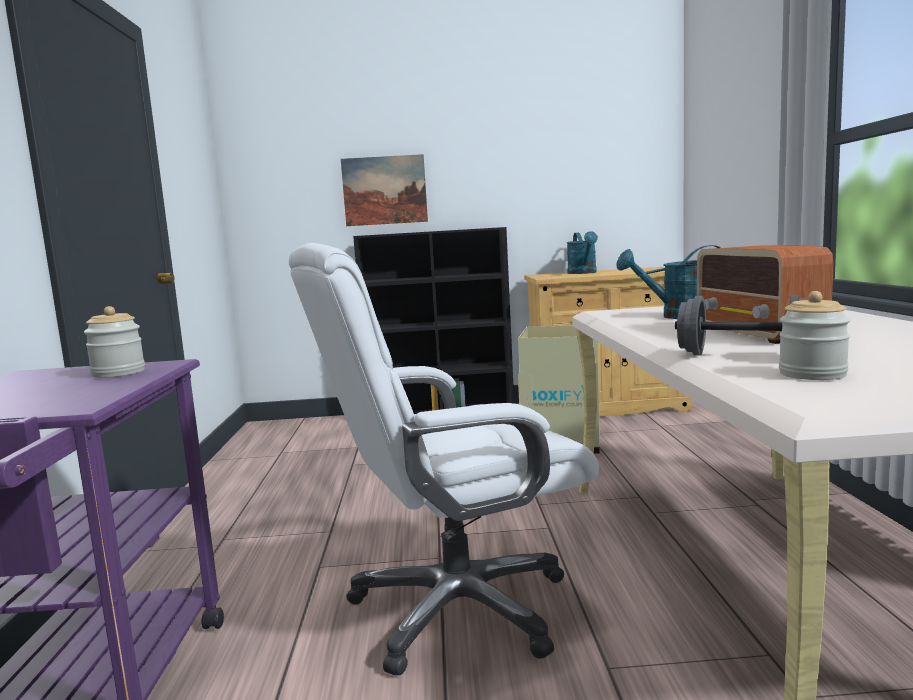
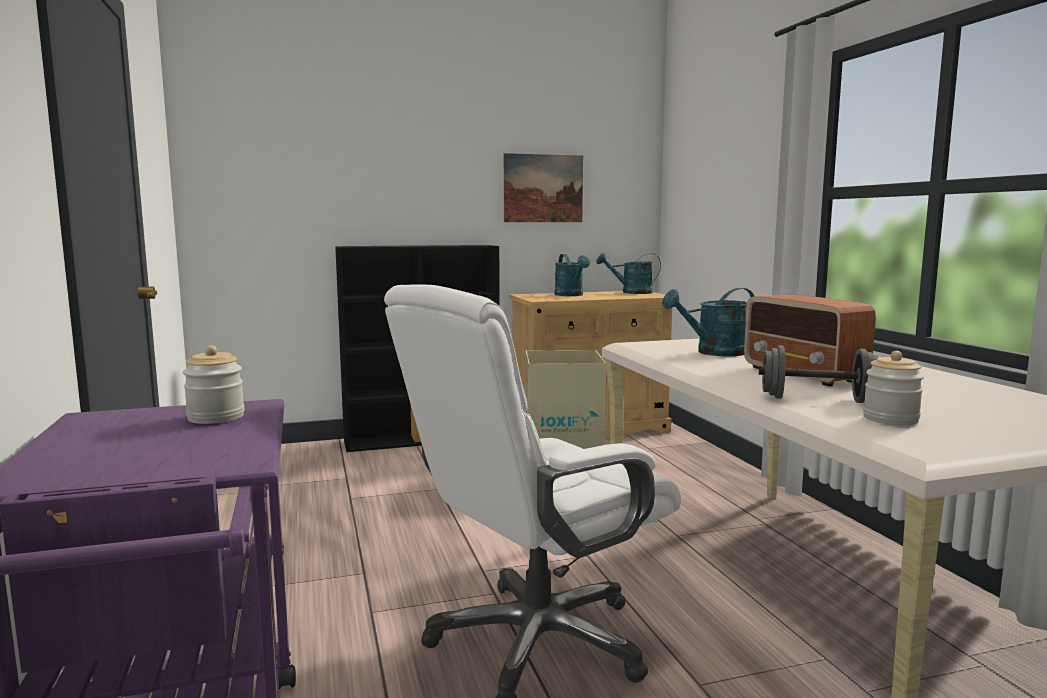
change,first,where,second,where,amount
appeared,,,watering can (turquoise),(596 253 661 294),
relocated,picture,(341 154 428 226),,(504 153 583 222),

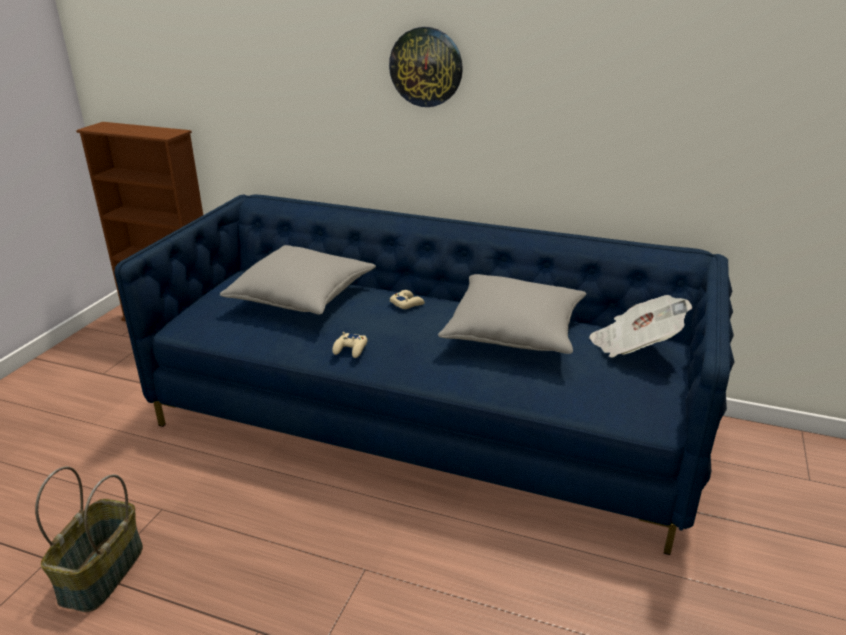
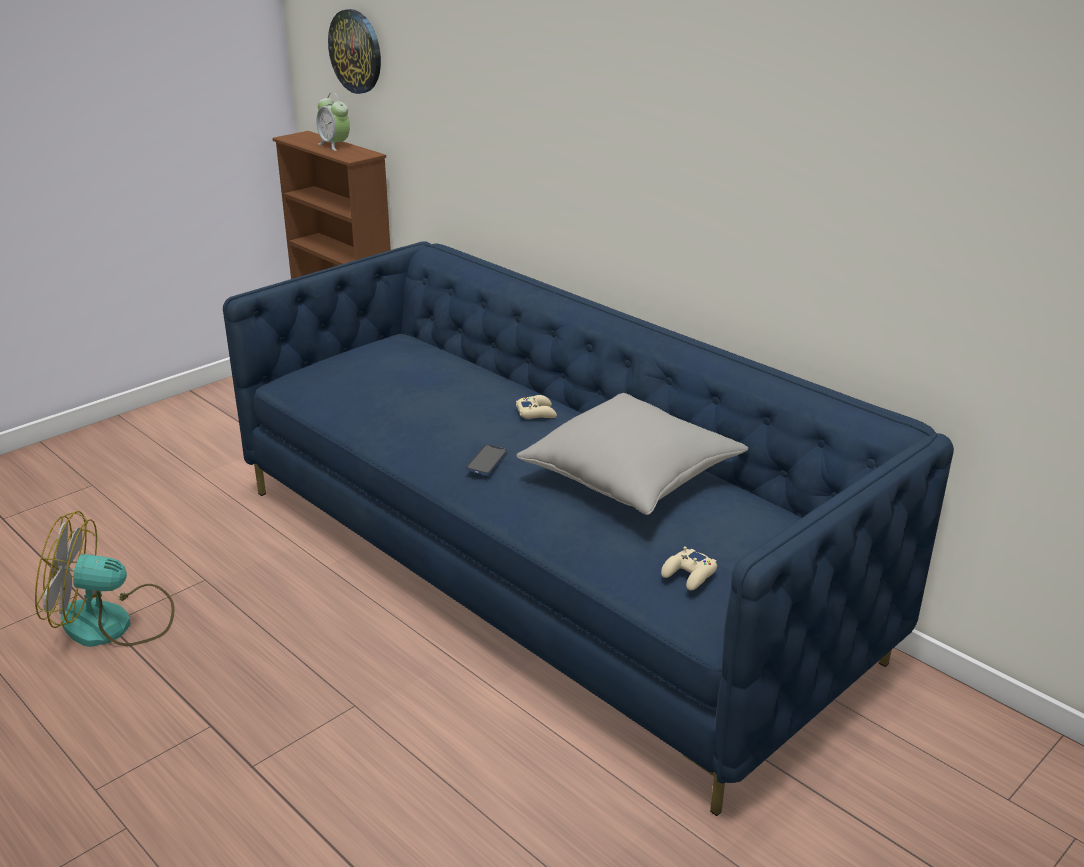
change,first,where,second,where,amount
missing,pillow (grey),(220 245 376 315),,,
missing,newspaper,(589 295 692 358),,,
appeared,,,alarm clock,(316 93 350 151),
appeared,,,phone,(466 444 507 475),
relocated,game controller (beige),(332 332 368 358),,(661 546 717 591),
relocated,wall clock,(389 27 463 107),,(328 9 381 94),
exchanged,basket,(35 466 143 612),fan,(35 511 174 647),

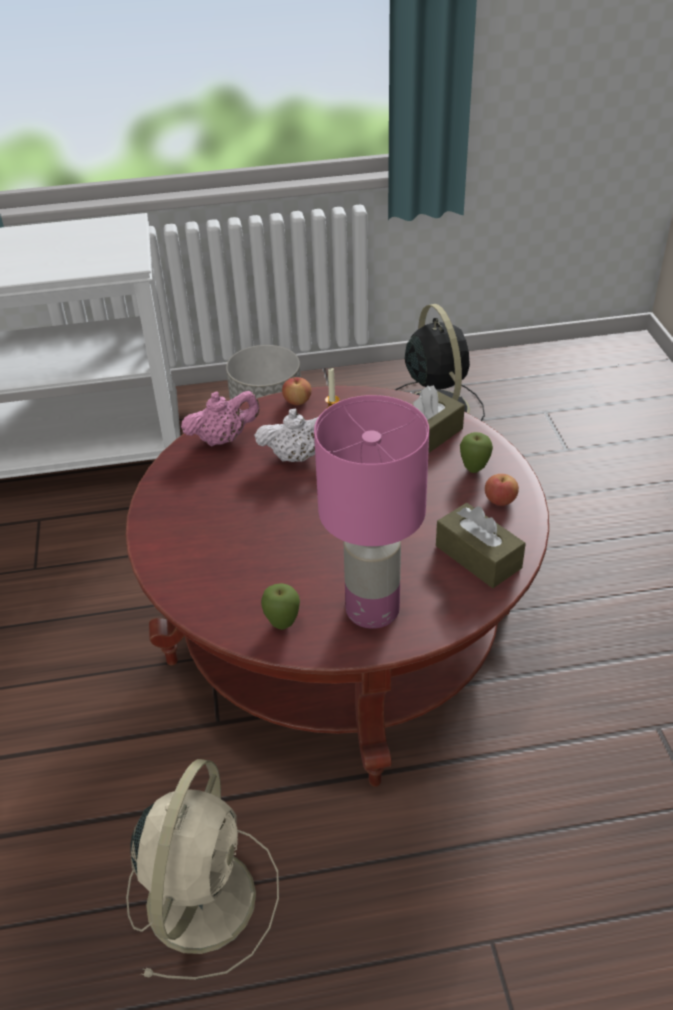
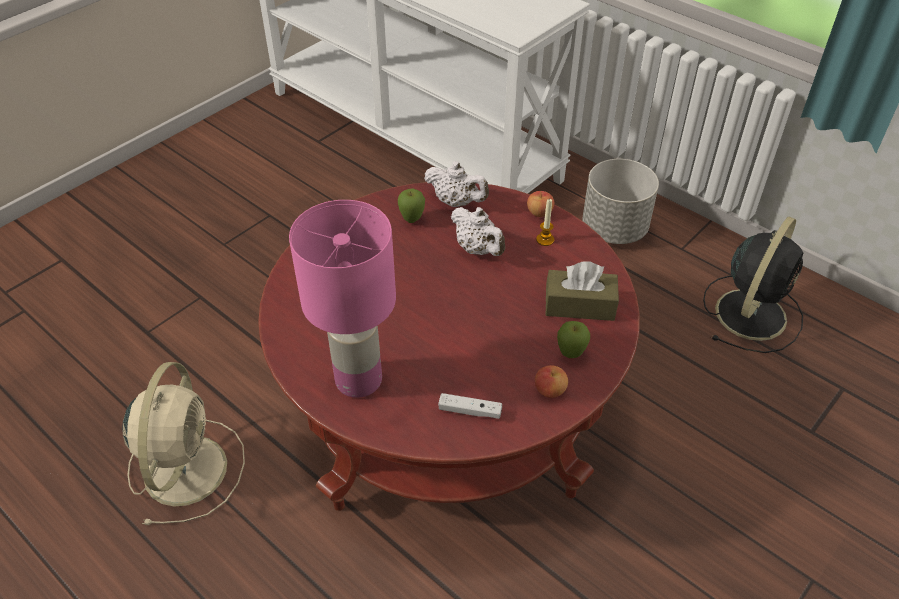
change,first,where,second,where,amount
relocated,apple,(261 583 300 630),,(398 189 425 223),
exchanged,tissue box (brown),(436 503 526 588),game controller (white),(438 393 502 419),
colour,teapot (pink),(181 391 260 447),teapot (white),(424 161 489 207),
spun,fan (beige),(126 759 279 980),,(122 362 245 525),60 degrees counterclockwise

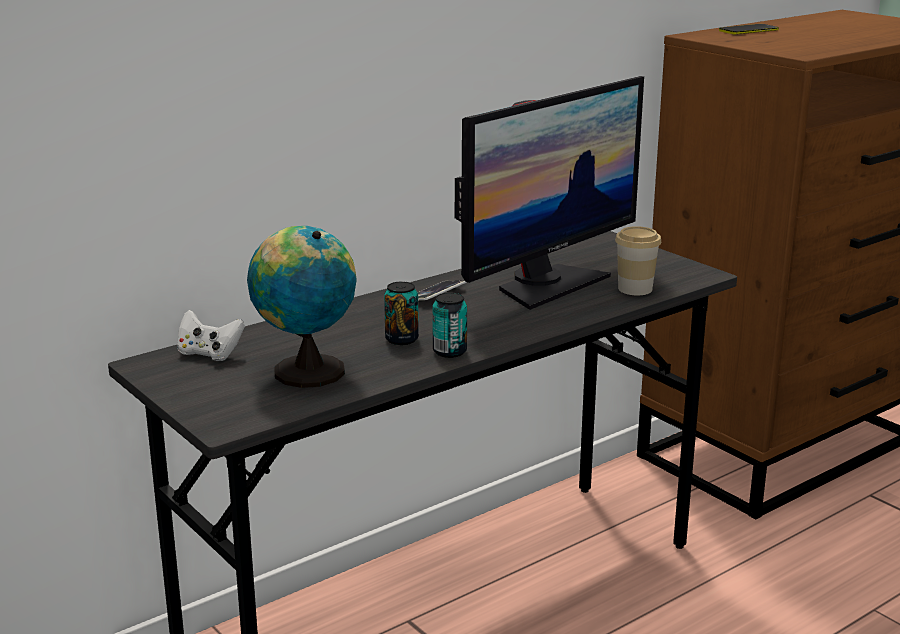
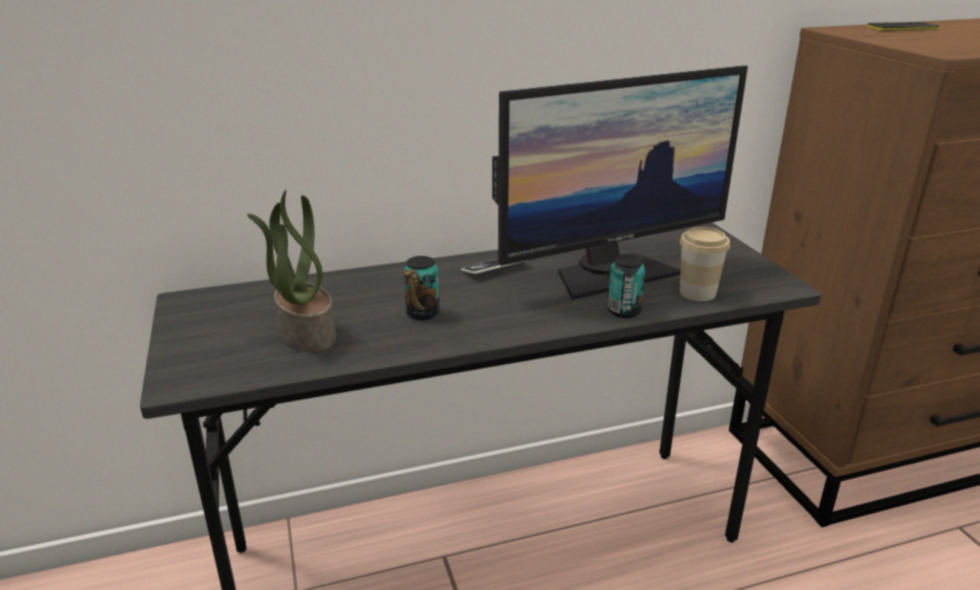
change,first,where,second,where,amount
missing,game controller (white),(177 310 245 361),,,
relocated,can,(432 293 467 358),,(608 254 646 318),
exchanged,globe,(247 226 357 388),potted plant,(247 190 336 352),

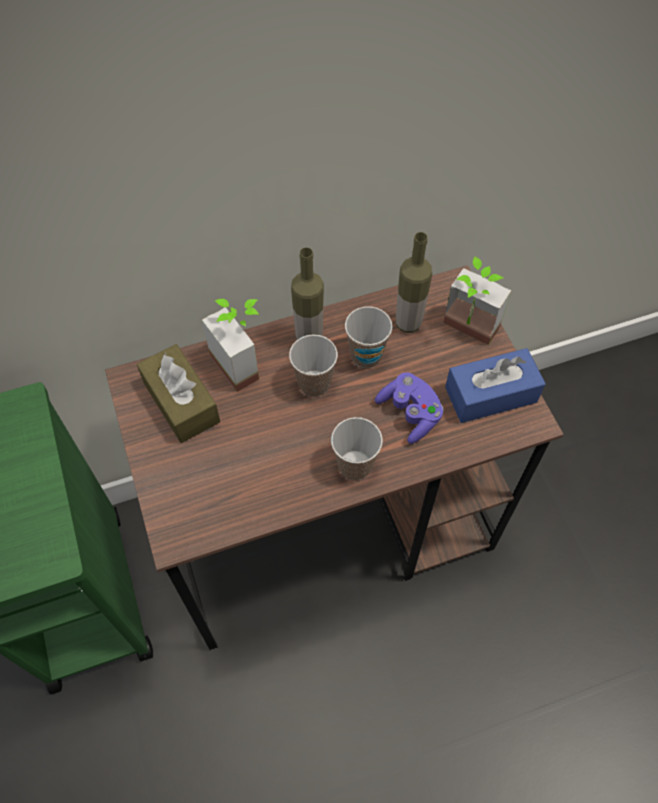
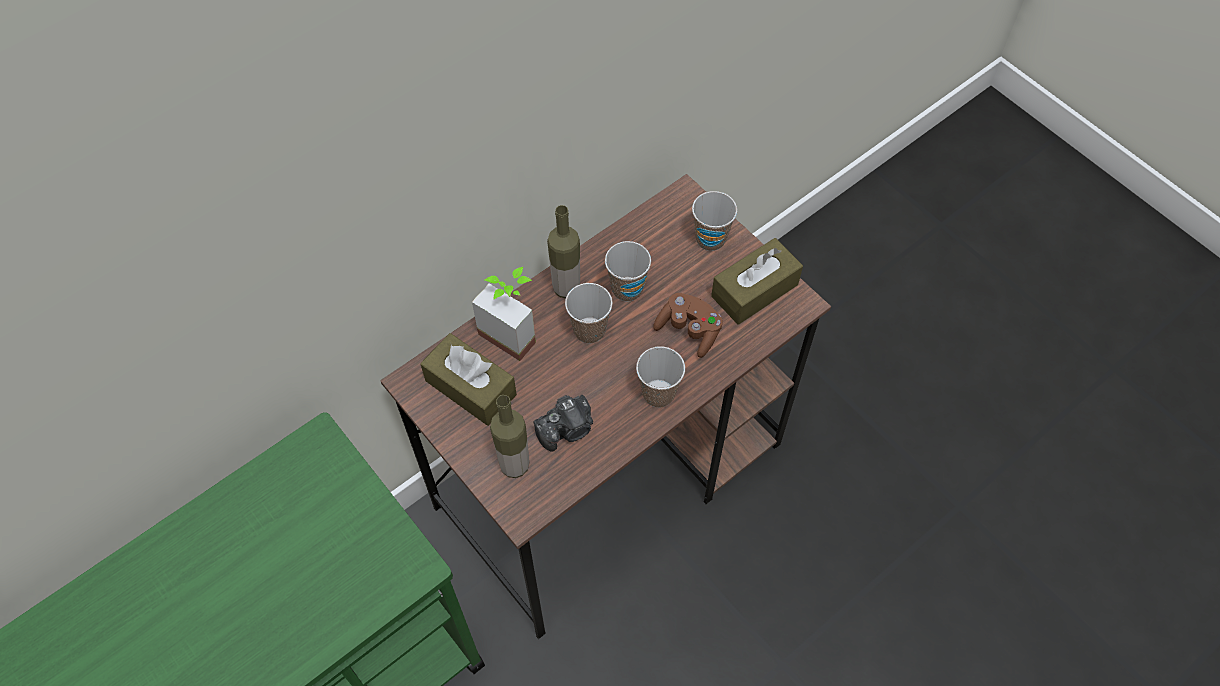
change,first,where,second,where,amount
appeared,,,photo camera,(533 395 593 452),
relocated,bottle,(396 232 432 333),,(490 395 530 478),
exchanged,potted plant,(443 256 511 345),cup,(692 191 737 251),
colour,game controller (purple),(375 372 444 444),game controller (brown),(653 293 723 358),
colour,tissue box (blue),(445 348 546 423),tissue box (brown),(711 238 803 325),

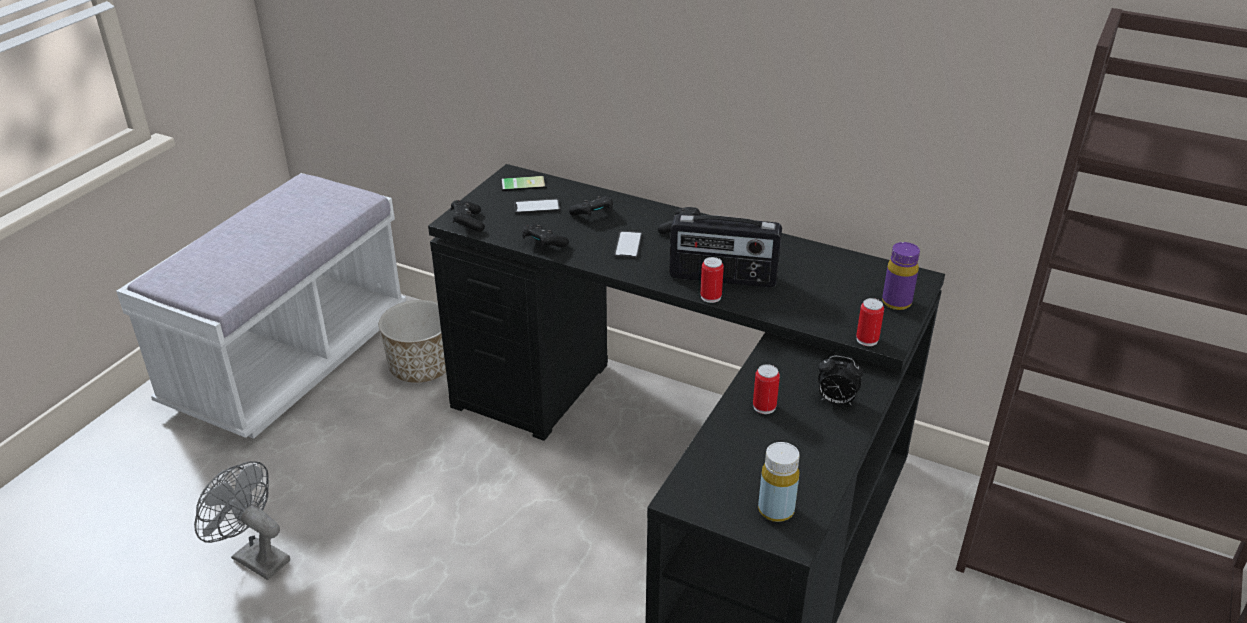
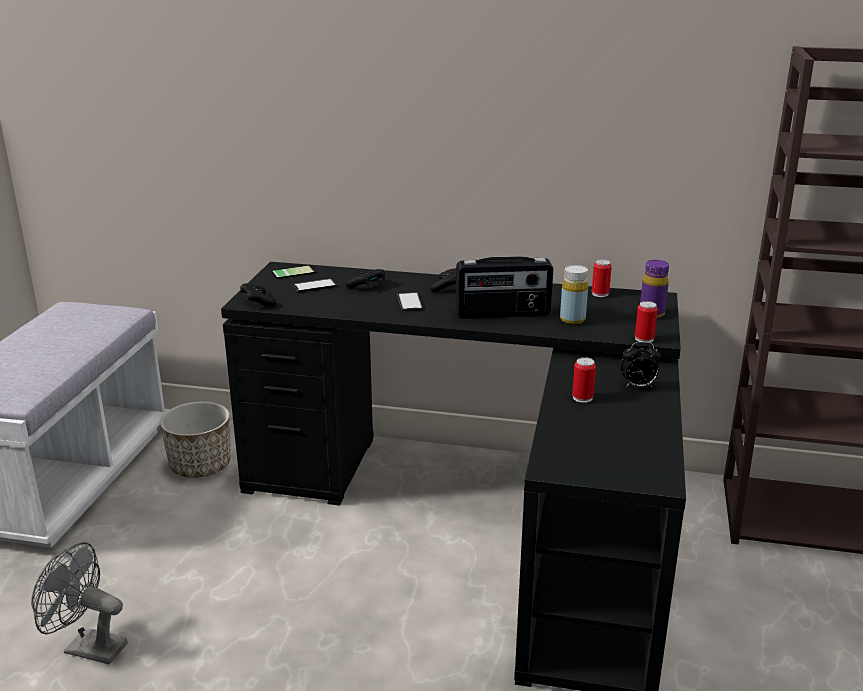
change,first,where,second,where,amount
missing,game controller (black),(522 224 569 247),,,
relocated,can,(700 257 724 303),,(592 260 612 297),
relocated,bottle (yellow),(758 442 800 522),,(560 265 588 325),

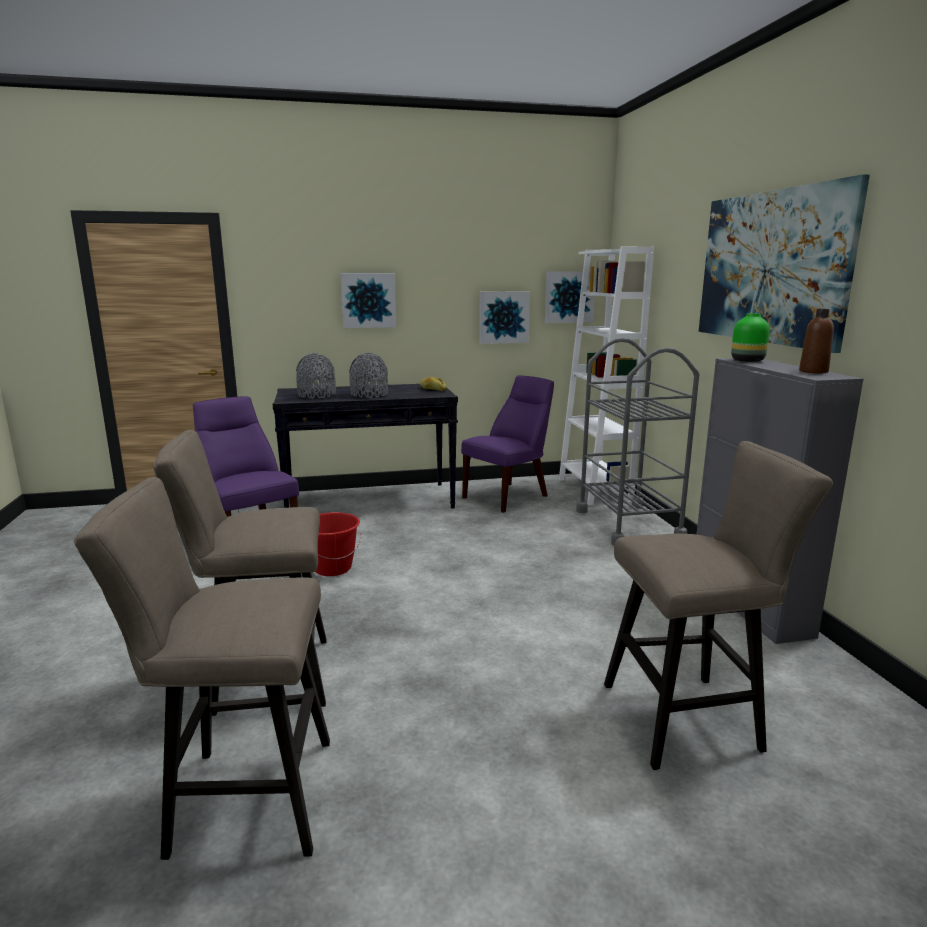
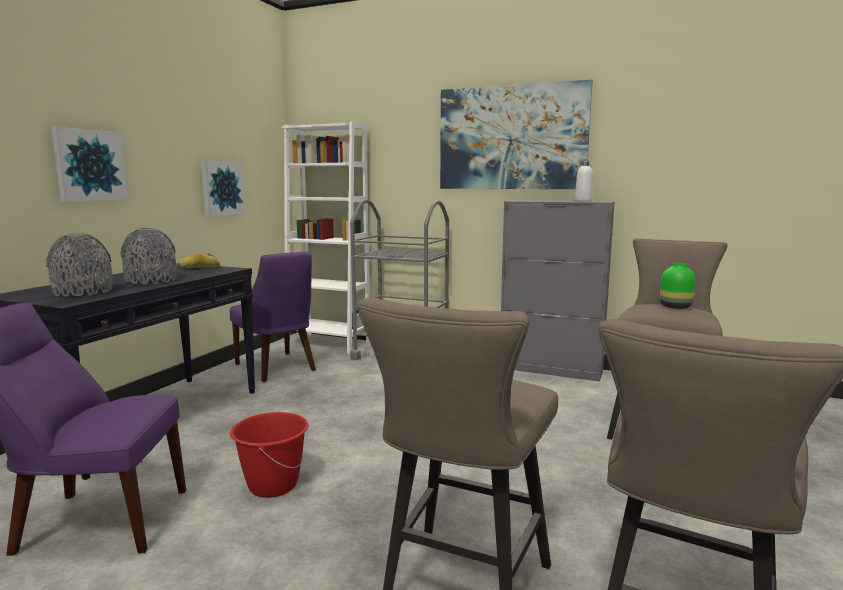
change,first,where,second,where,amount
missing,picture,(545 271 594 323),,,
relocated,vase (green),(731 313 770 362),,(660 263 696 309),
colour,bottle (brown),(799 309 834 374),bottle (white),(575 161 593 202),
spun,chair (purple),(461 376 554 512),,(230 252 316 382),150 degrees clockwise

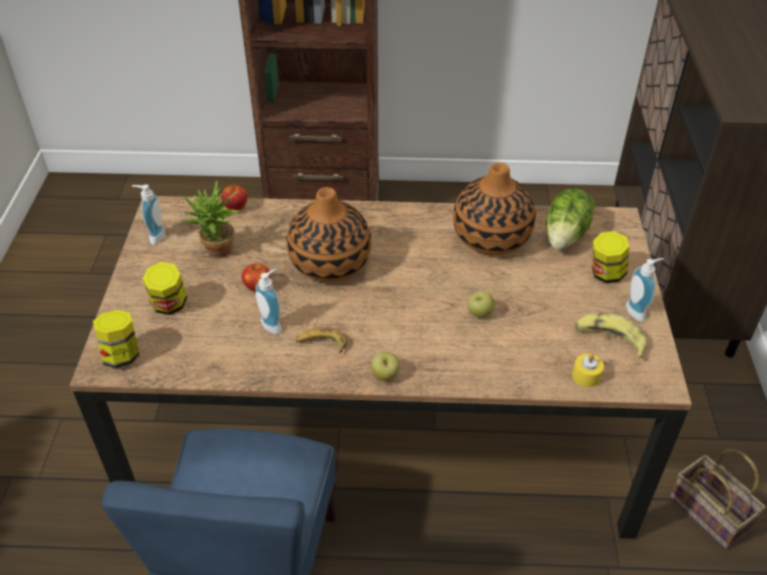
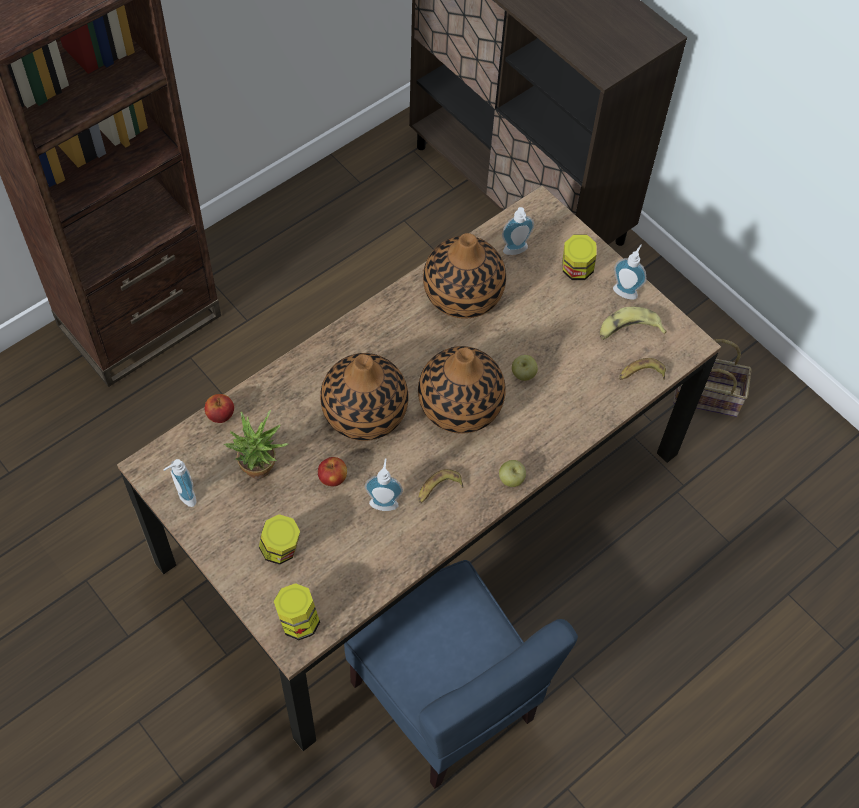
change,first,where,second,where,amount
appeared,,,vase,(418 346 506 434),
exchanged,lettuce,(546 188 595 249),soap dispenser,(502 207 534 255),
exchanged,candle (yellow),(572 354 604 387),banana,(619 358 666 380),

